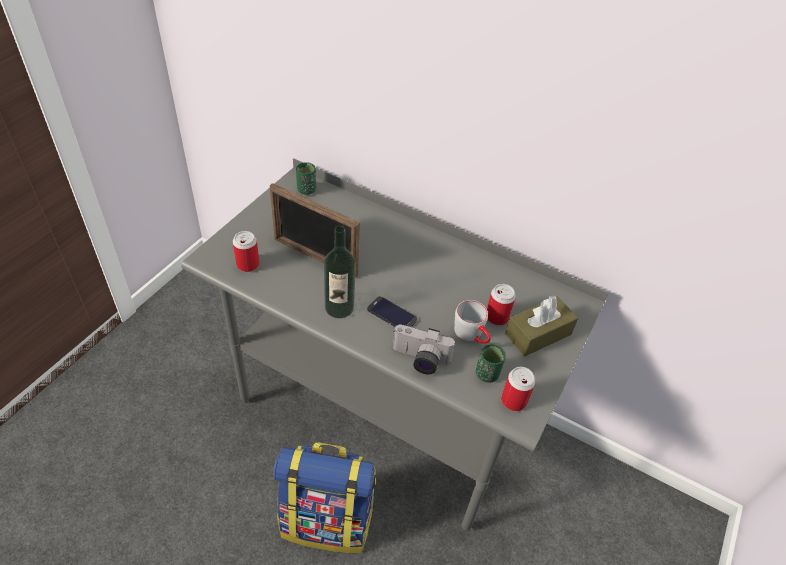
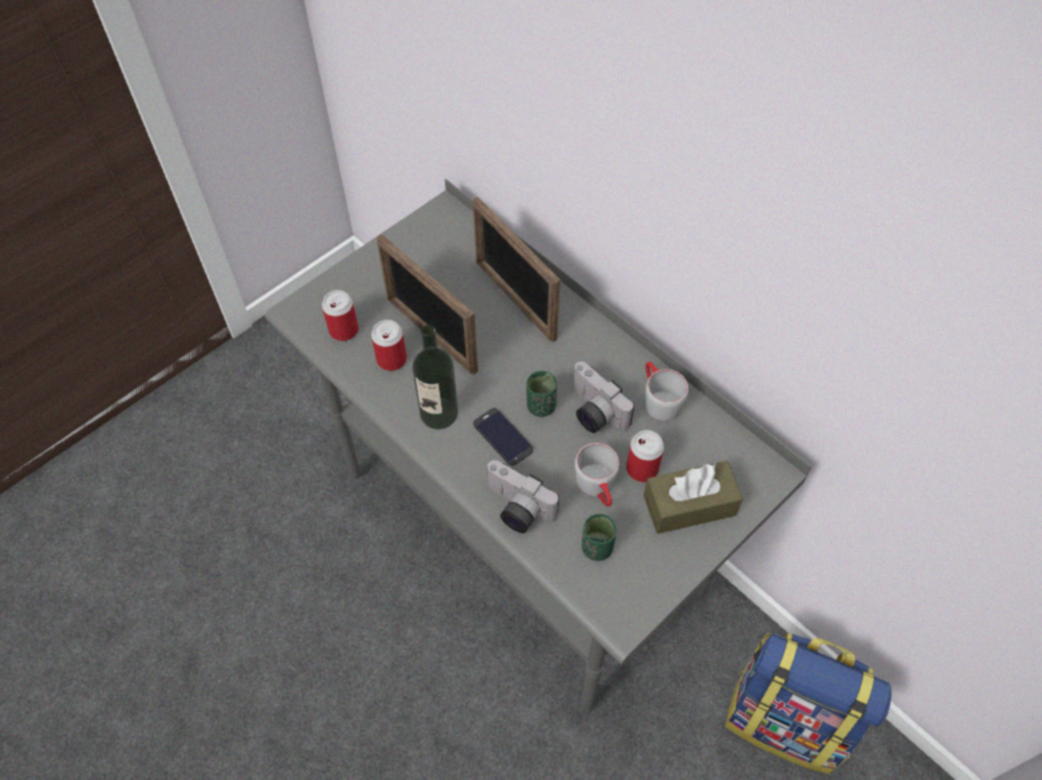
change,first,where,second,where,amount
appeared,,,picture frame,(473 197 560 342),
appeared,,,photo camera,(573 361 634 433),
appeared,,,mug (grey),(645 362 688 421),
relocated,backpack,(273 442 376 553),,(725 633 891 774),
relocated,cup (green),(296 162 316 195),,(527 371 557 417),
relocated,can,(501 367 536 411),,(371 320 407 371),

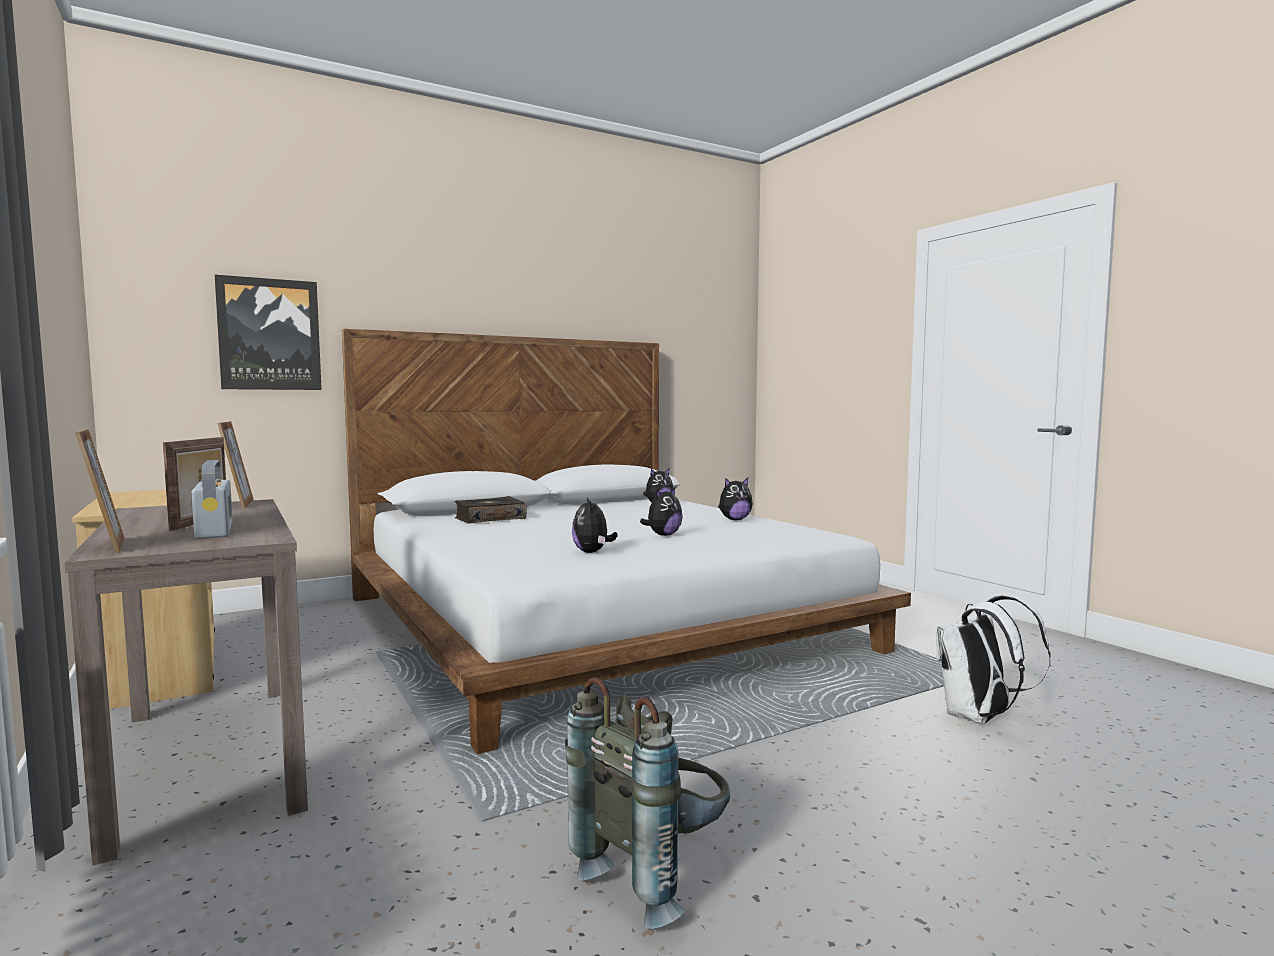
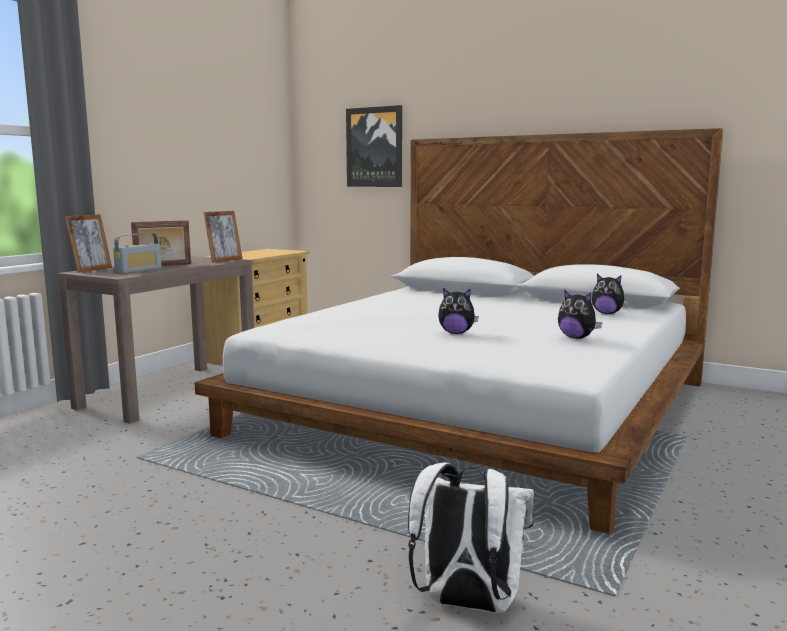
change,first,where,second,where,amount
missing,book,(454 496 527 523),,,
missing,backpack (grey),(565 677 731 929),,,
missing,plush toy,(572 497 617 553),,,

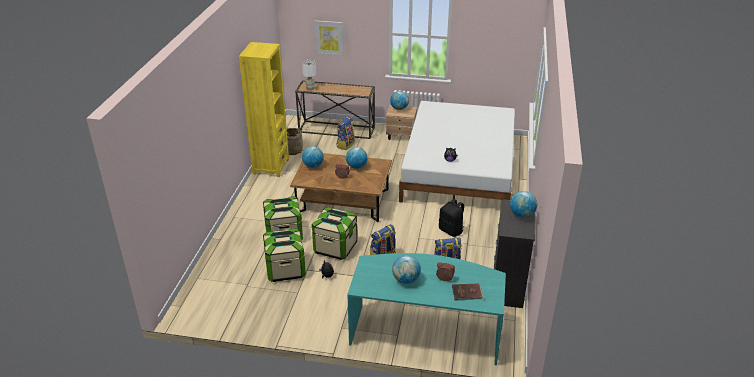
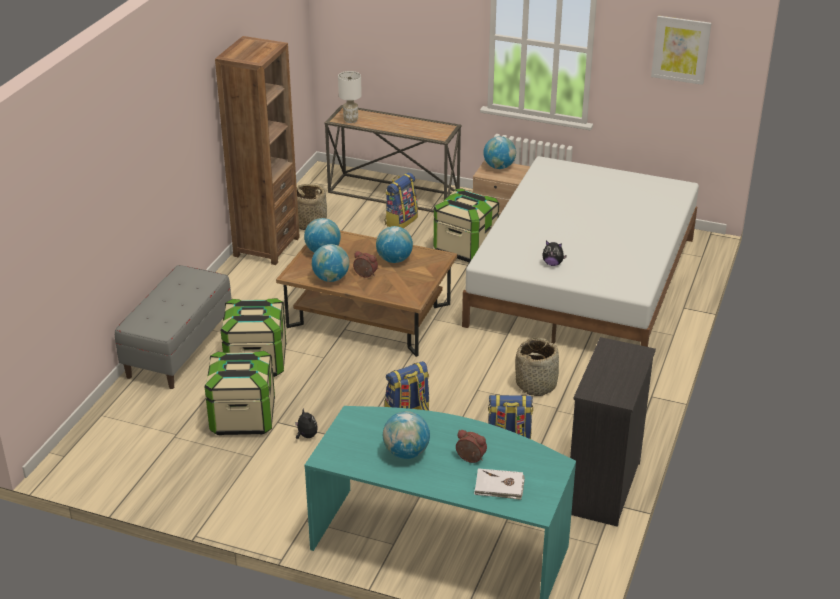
change,first,where,second,where,amount
appeared,,,bench (grey),(115 265 232 389),
relocated,storage box,(312 207 357 260),,(434 188 499 263),
relocated,picture,(314 20 344 56),,(651 16 711 85),
relocated,globe,(510 191 537 218),,(312 244 349 282),
exchanged,backpack (black),(439 199 464 237),basket,(515 337 559 396),
colour,bookcase (yellow),(239 42 289 177),bookcase (brown),(215 36 300 265),
colour,book (brown),(452 284 483 300),book (white),(474 468 525 500),

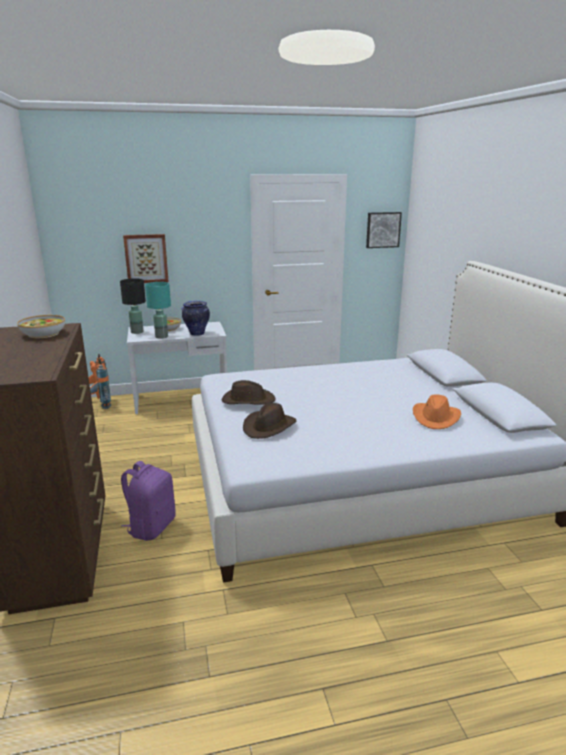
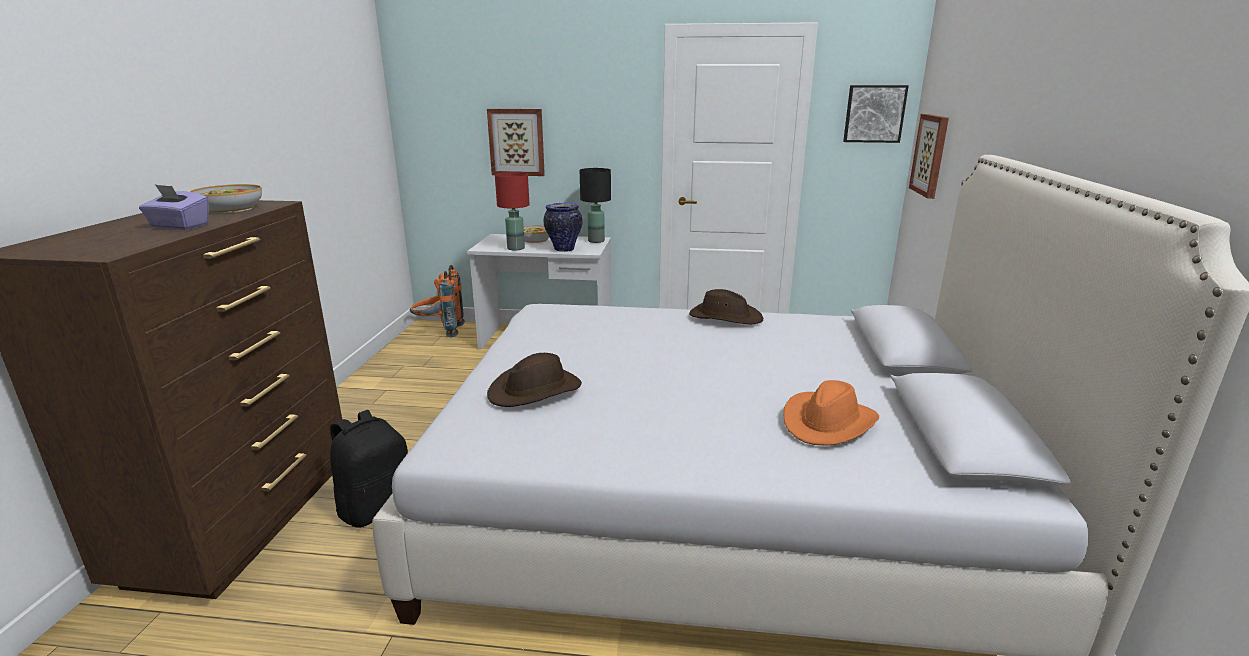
change,first,where,second,where,amount
appeared,,,tissue box (purple),(139 184 209 230),
appeared,,,picture,(909 114 949 199),
relocated,table lamp (black),(120 279 146 334),,(580 168 611 243),
relocated,hat (brown),(222 380 276 405),,(689 289 763 324),
colour,backpack (purple),(121 461 175 541),backpack (black),(330 410 408 528),
colour,table lamp (turquoise),(145 282 171 339),table lamp (red),(495 172 530 251),

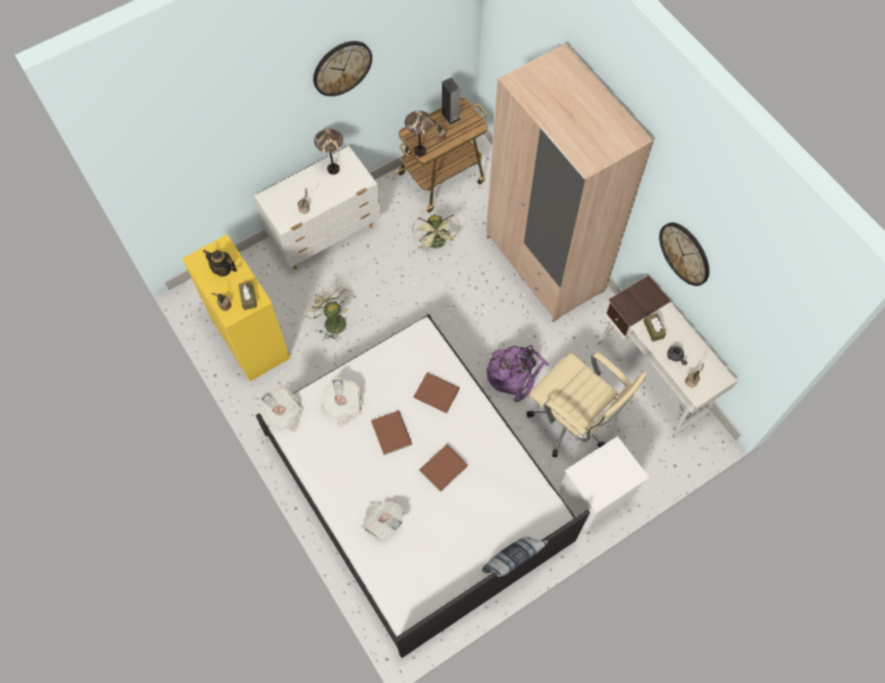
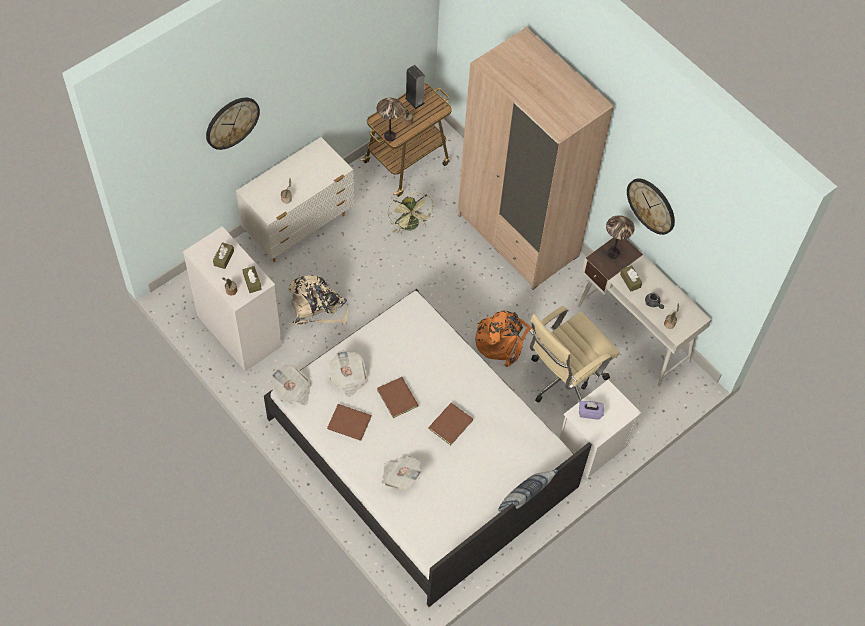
change,first,where,second,where,amount
appeared,,,tissue box (purple),(579 401 604 419),
relocated,wall clock,(313 41 372 96),,(206 98 260 150),
relocated,table lamp,(314 129 343 175),,(606 215 635 259),
relocated,book (brown),(414 372 460 413),,(327 404 371 441),
exchanged,teapot,(203 250 237 277),tissue box (brown),(213 242 234 269),
exchanged,fan (green),(304 283 350 341),backpack (beige),(288 275 348 325),
colour,dresser (yellow),(182 235 290 381),dresser (white),(183 226 282 372),
colour,backpack (purple),(486 345 549 402),backpack (orange),(475 310 532 367),
spun,office chair (beige),(527 352 646 457),,(529 306 620 403),105 degrees clockwise

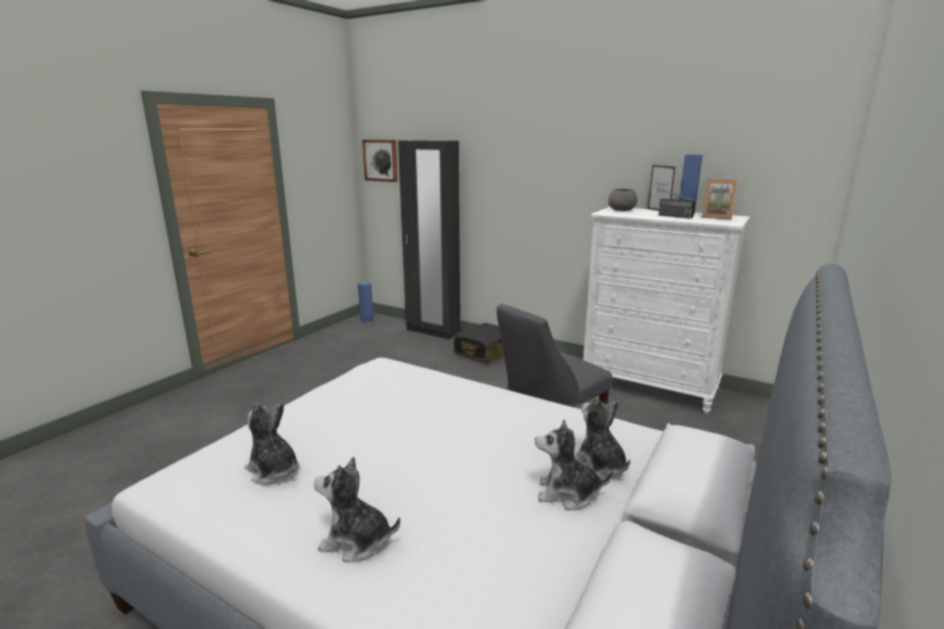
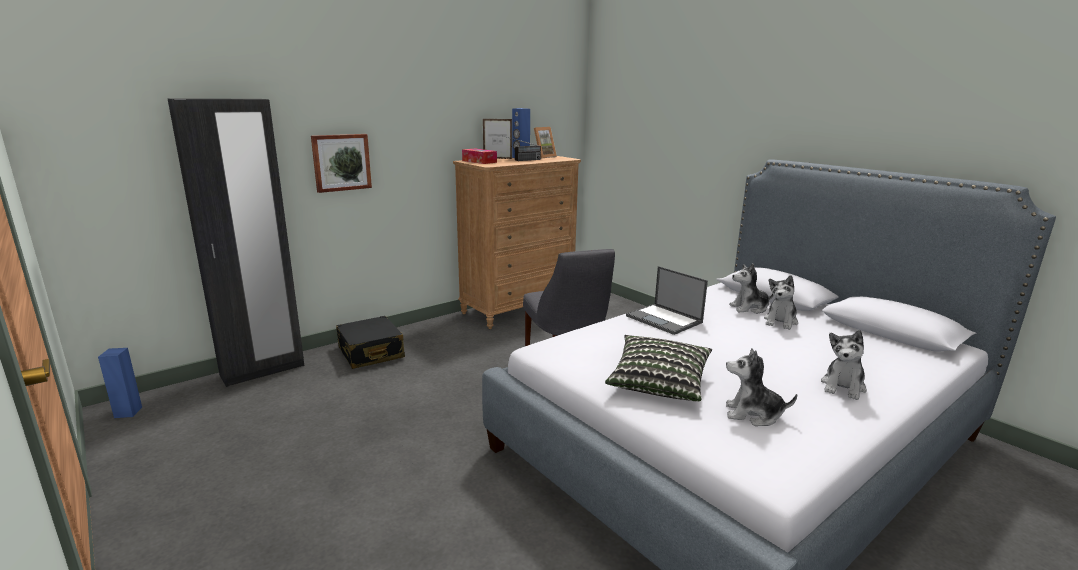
change,first,where,second,where,amount
appeared,,,pillow,(605 335 712 402),
appeared,,,laptop,(626 266 708 335),
relocated,picture,(362 140 398 182),,(311 134 372 193),
exchanged,bowl (grey),(608 189 637 211),tissue box,(462 149 497 164),
colour,dresser (white),(583 207 750 414),dresser (brown),(453 156 581 329),
spun,plush toy,(245 402 299 485),,(726 348 797 426),45 degrees clockwise

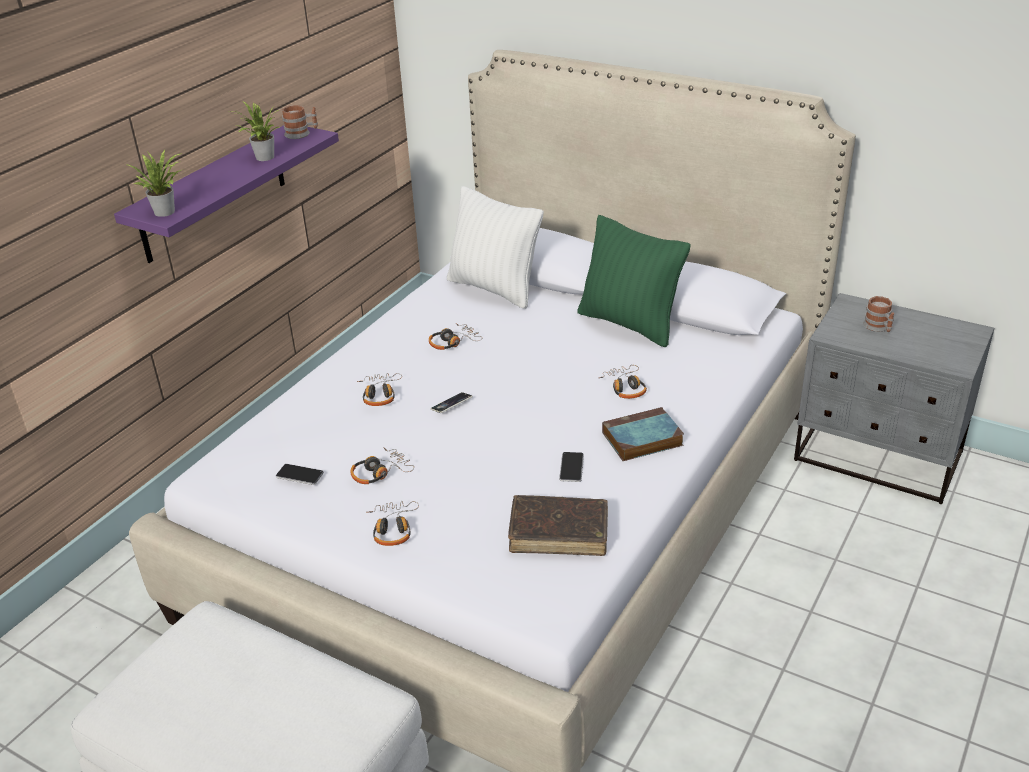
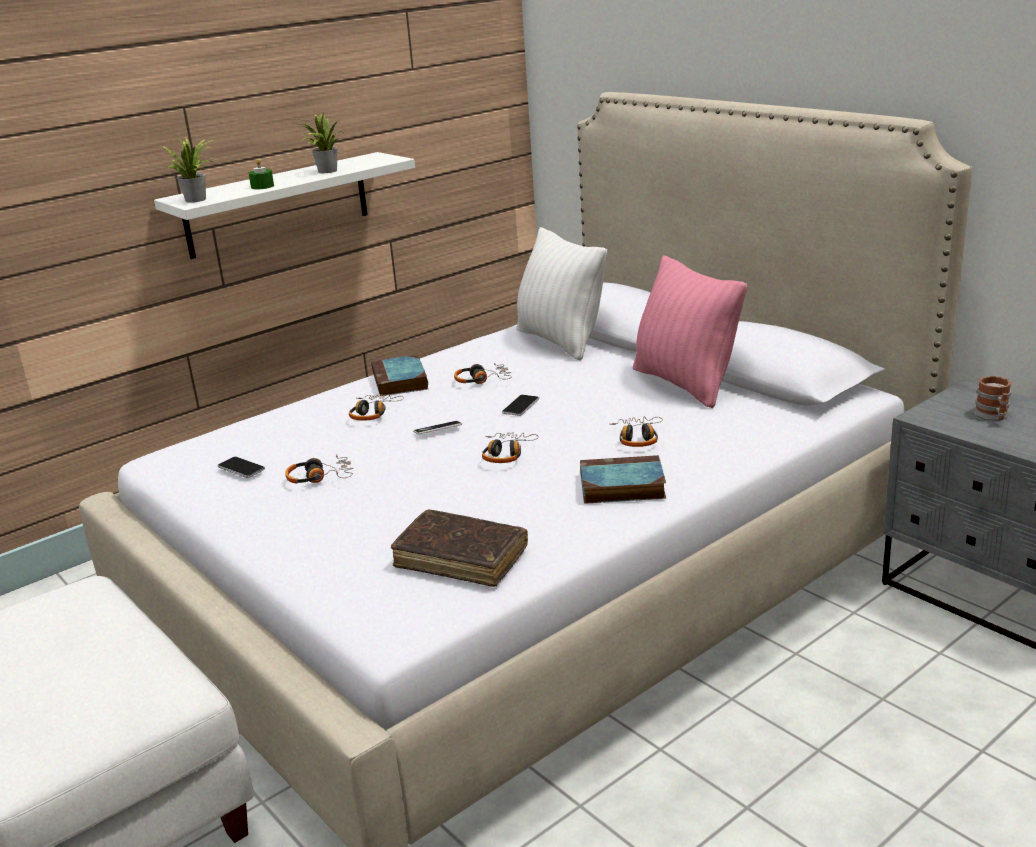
change,first,where,second,where,amount
missing,mug,(282 105 318 139),,,
appeared,,,candle (green),(249 159 274 190),
appeared,,,book,(371 354 428 396),
relocated,headphones,(366 501 419 546),,(482 432 539 463),
relocated,phone,(559 452 584 482),,(502 395 539 416),
colour,shelf (purple),(114 125 339 263),shelf (white),(154 152 415 259),
colour,pillow (green),(577 215 691 347),pillow (pink),(633 255 747 408),

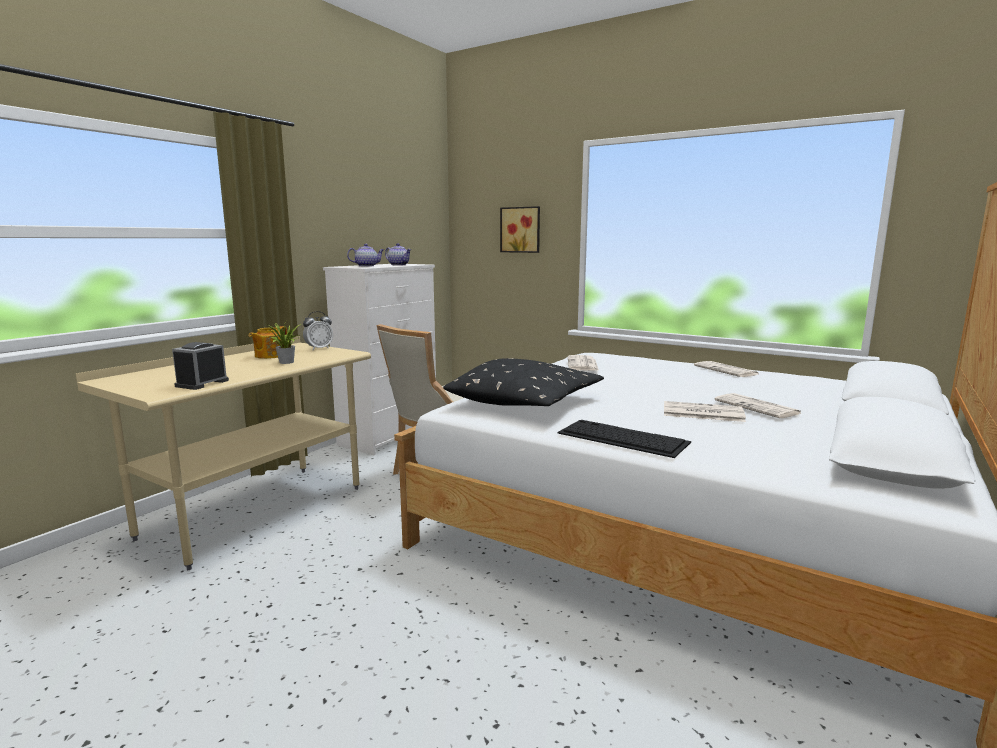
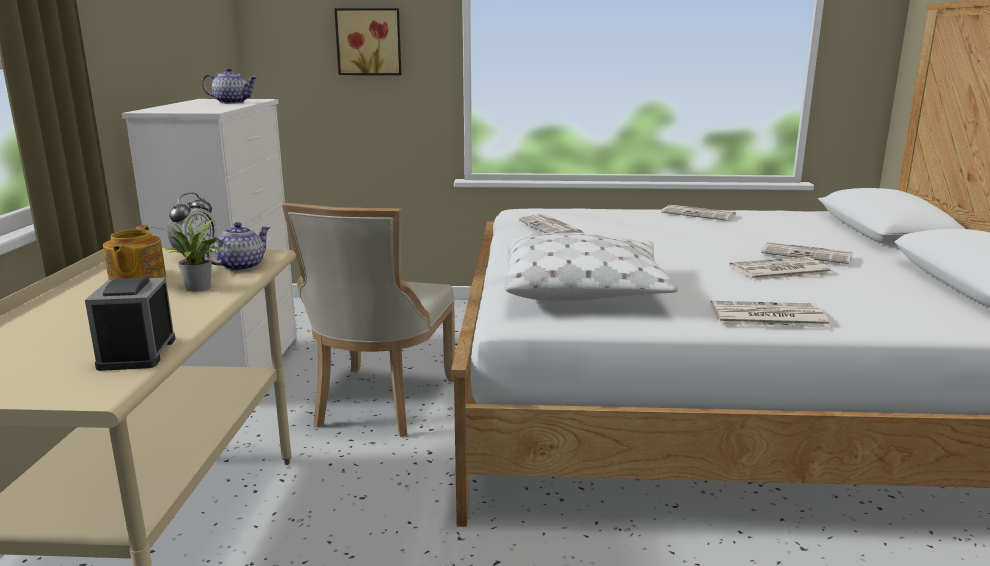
change,first,where,second,where,amount
relocated,teapot,(347 244 384 267),,(205 222 270 271),
exchanged,keyboard,(557 420 691 458),newspaper,(710 301 830 328),
colour,pillow (black),(443 358 604 406),pillow (white),(505 233 678 301),

